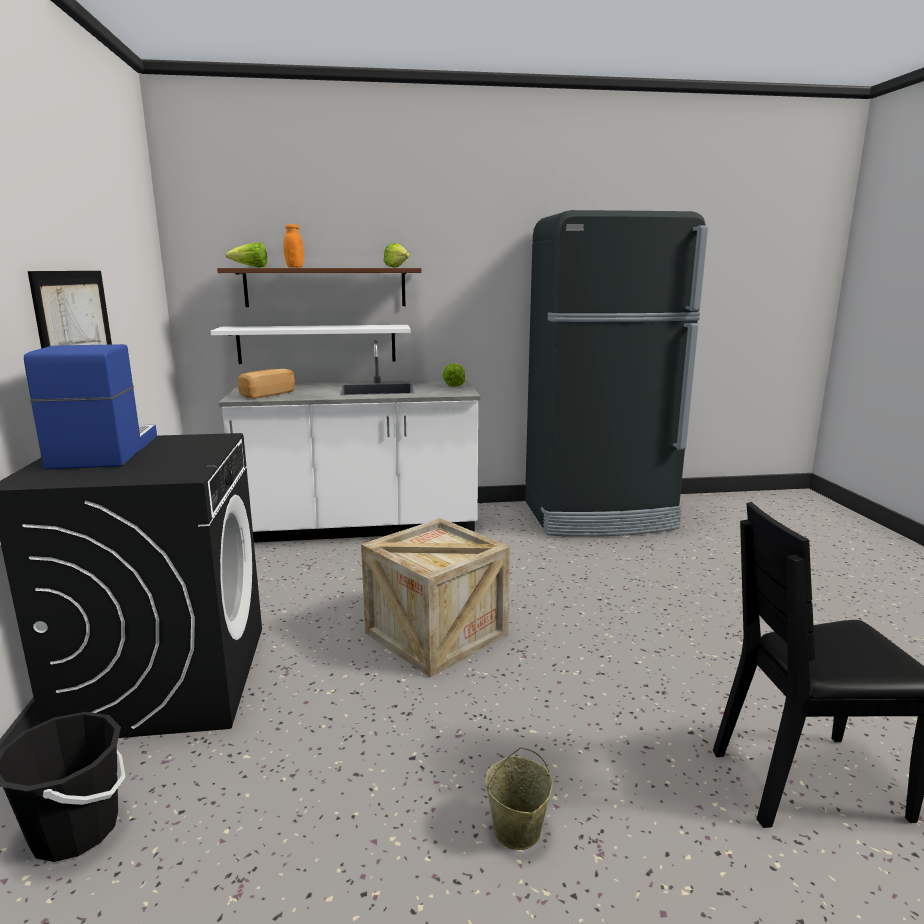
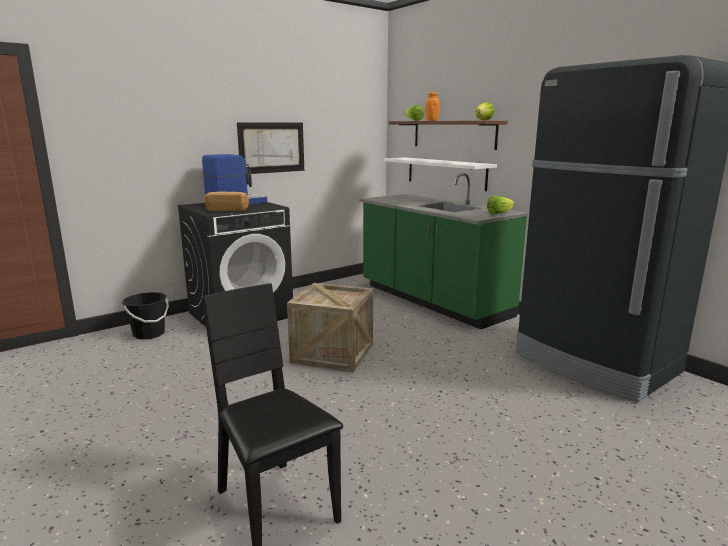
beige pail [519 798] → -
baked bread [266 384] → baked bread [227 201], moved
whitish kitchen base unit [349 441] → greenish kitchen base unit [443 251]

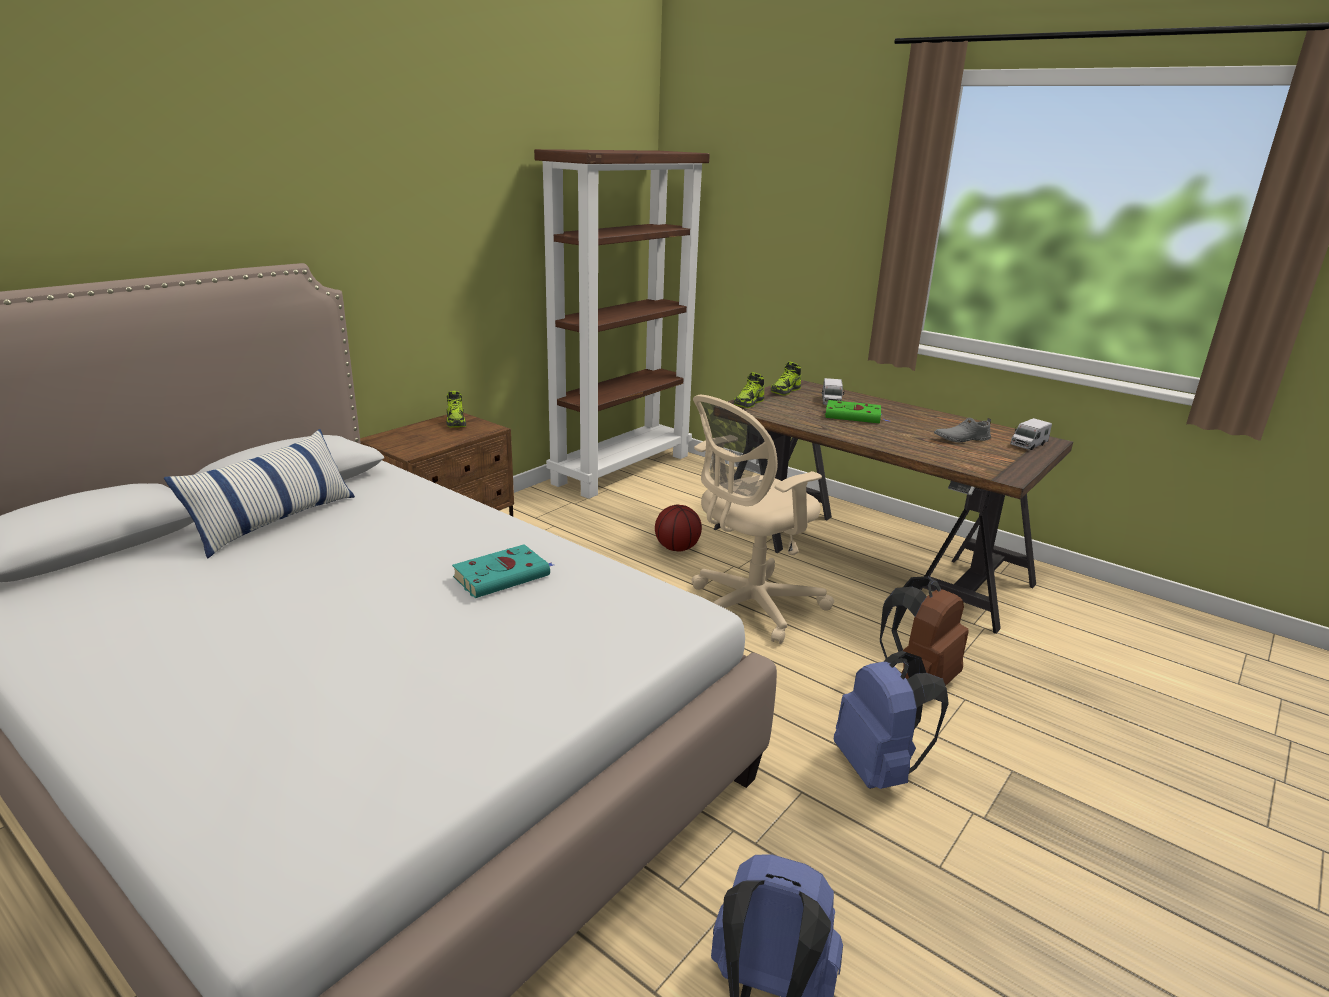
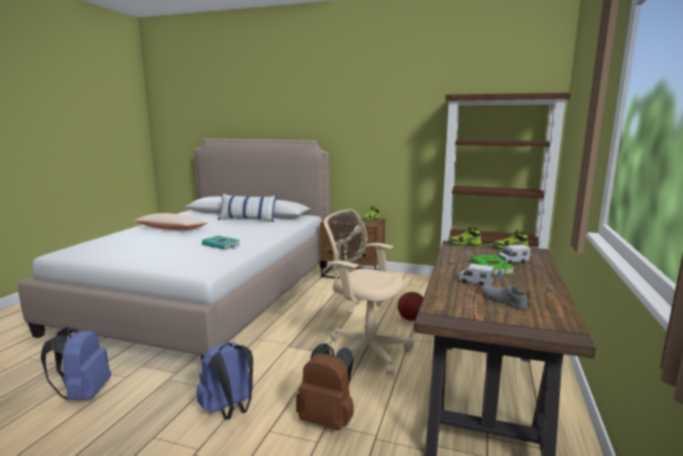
- → beige pillow [170 221]
toy lorry [1031 434] → toy lorry [476 274], moved

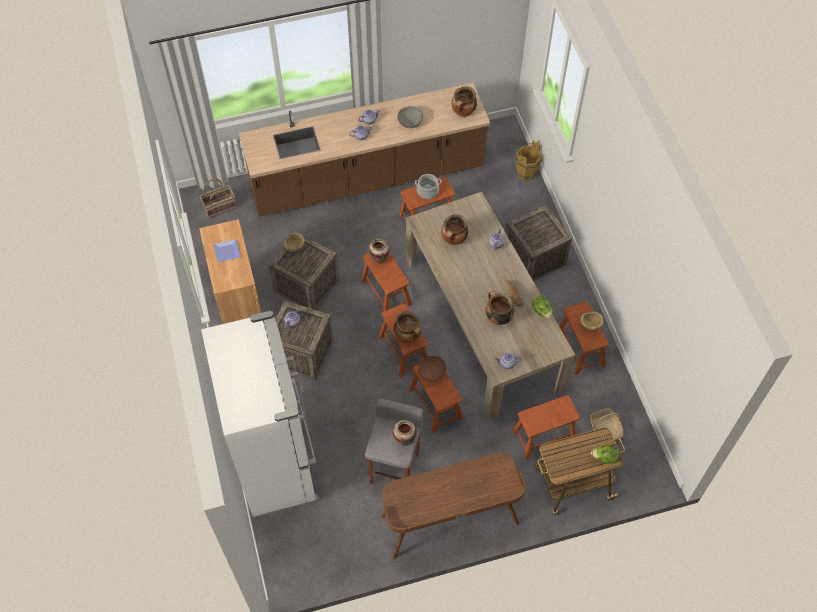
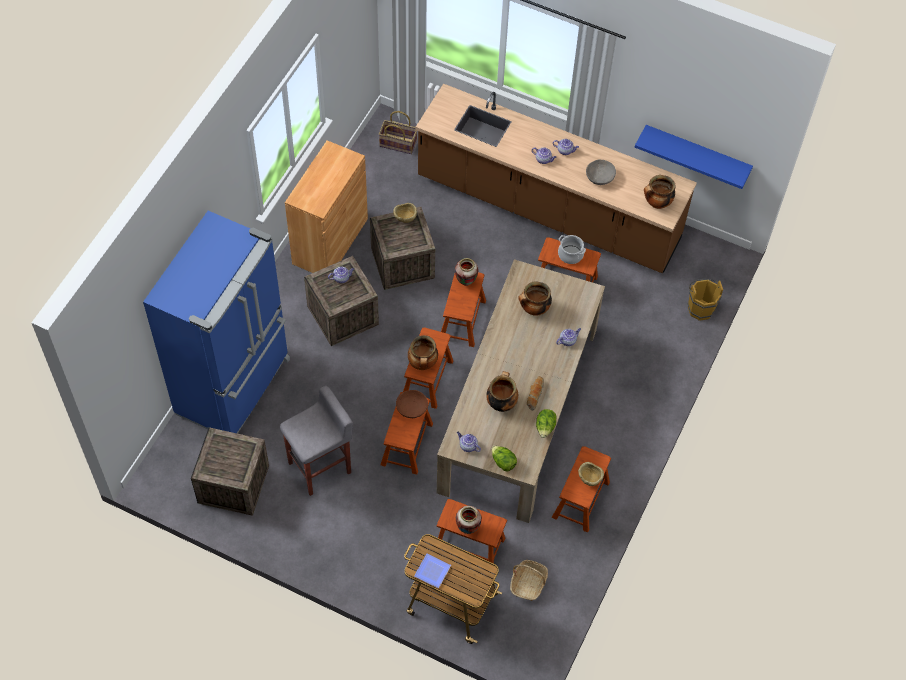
brown-coloured desk unit [453 506] → -
- → blue-coloured bracket shelf [694 157]
plate [227 250] → plate [432 571], moved
flower vase [405 433] → flower vase [469 520], moved
shipping crate [538 243] → shipping crate [230 471], moved
lettuce [605 454] → lettuce [504 458], moved
whitish refrigerator [260 414] → blue-coloured refrigerator [216 322]

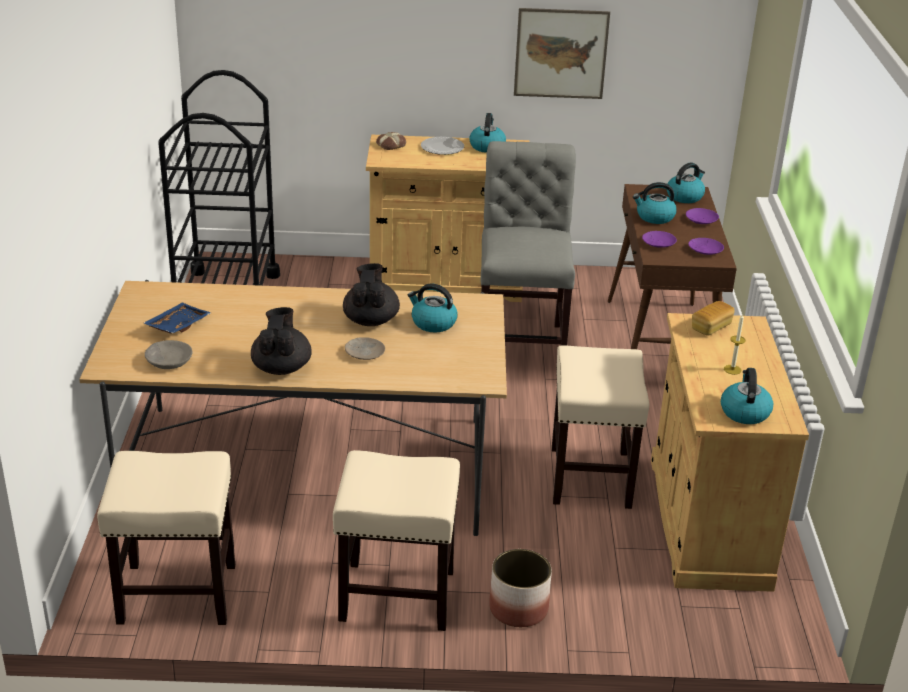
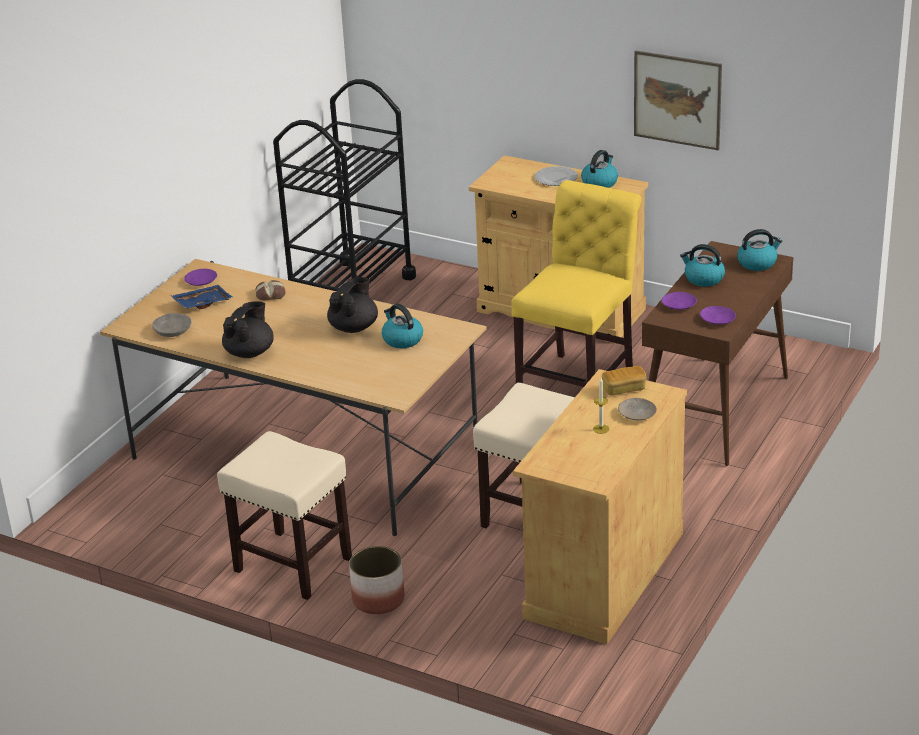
beige stool [166 538] → -
water kettle [747 396] → -
beige plate [365 348] → beige plate [637 409], moved
baked bread [391 141] → baked bread [270 290], moved
purple plate [702 216] → purple plate [200 277], moved
gray plain chair [528 243] → yellow-coloured plain chair [576 283]

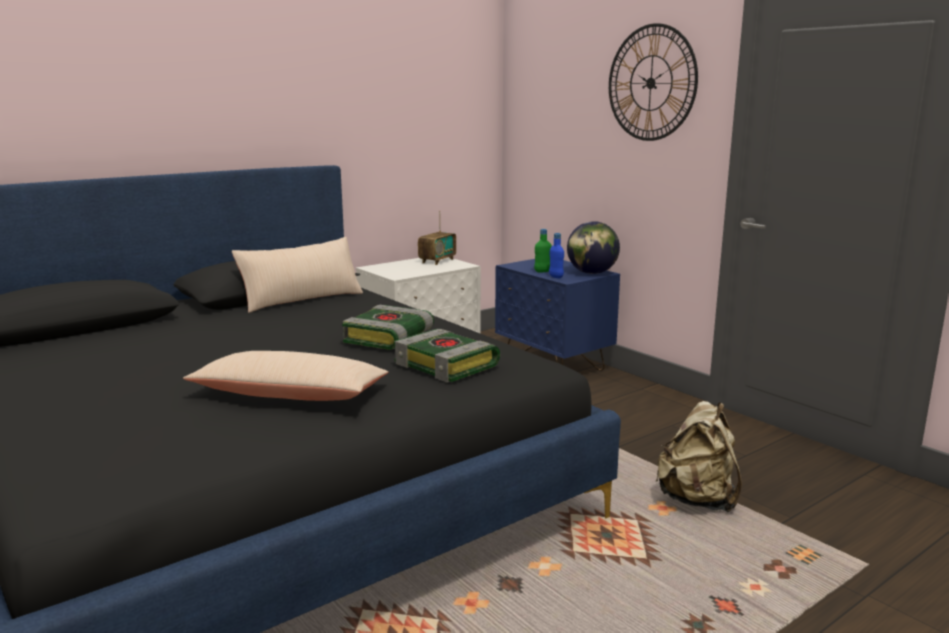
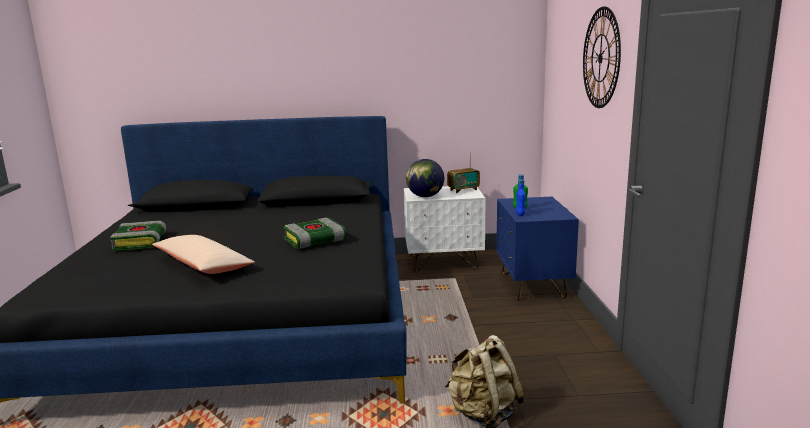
beige pillow [297 275] → -
book [447 355] → book [138 235], moved
world globe [593 247] → world globe [425 178], moved

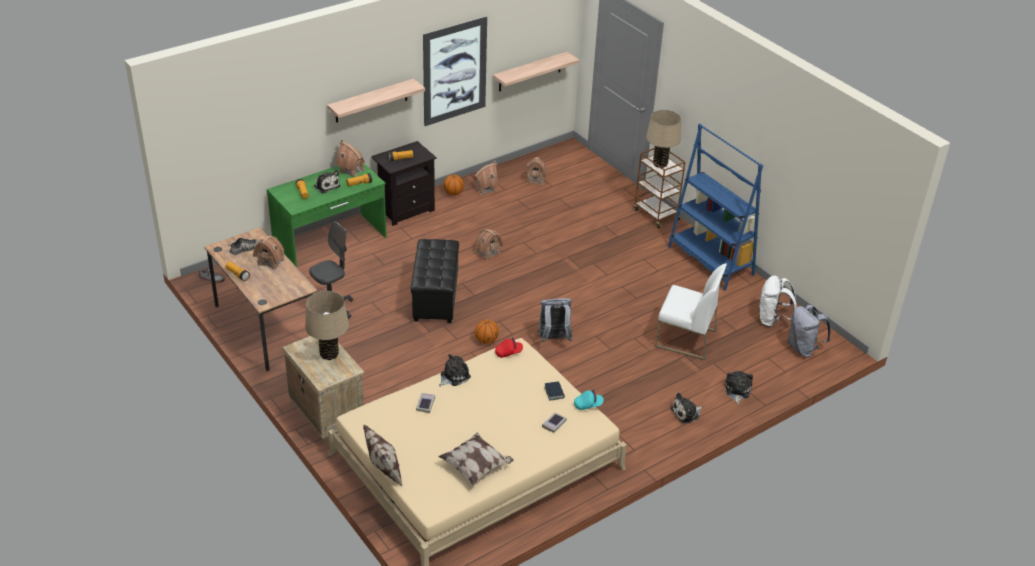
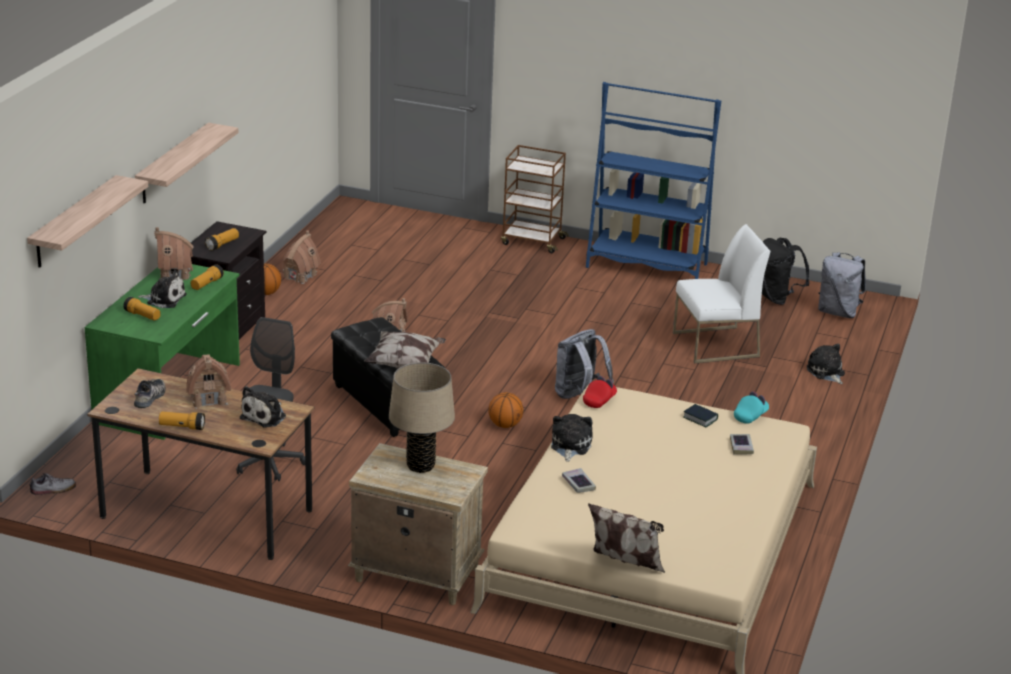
wall art [455 71] → -
toy house [535 171] → -
beige lamp for a table [663 139] → -
pillow [476 459] → pillow [405 350], moved
bracket shelf [536 71] → bracket shelf [87 221], moved
plush toy [686 408] → plush toy [263 407], moved
whitish knapsack [778 301] → blackish knapsack [785 271]

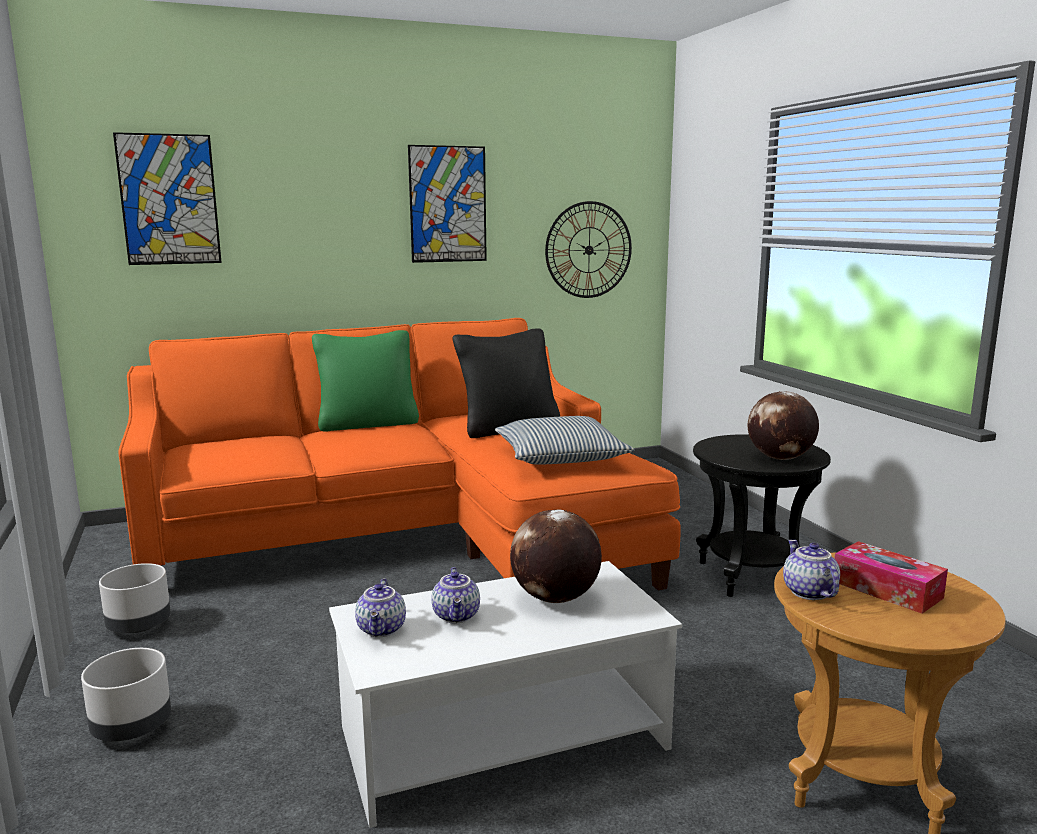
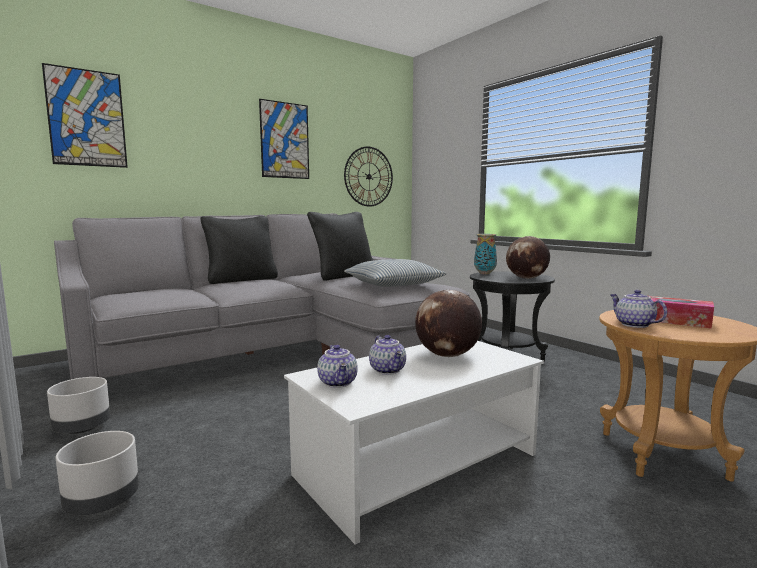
- → flower vase [485 254]
orangey settee [399 454] → gray settee [262 296]
greenish pillow [365 381] → blackish pillow [239 250]

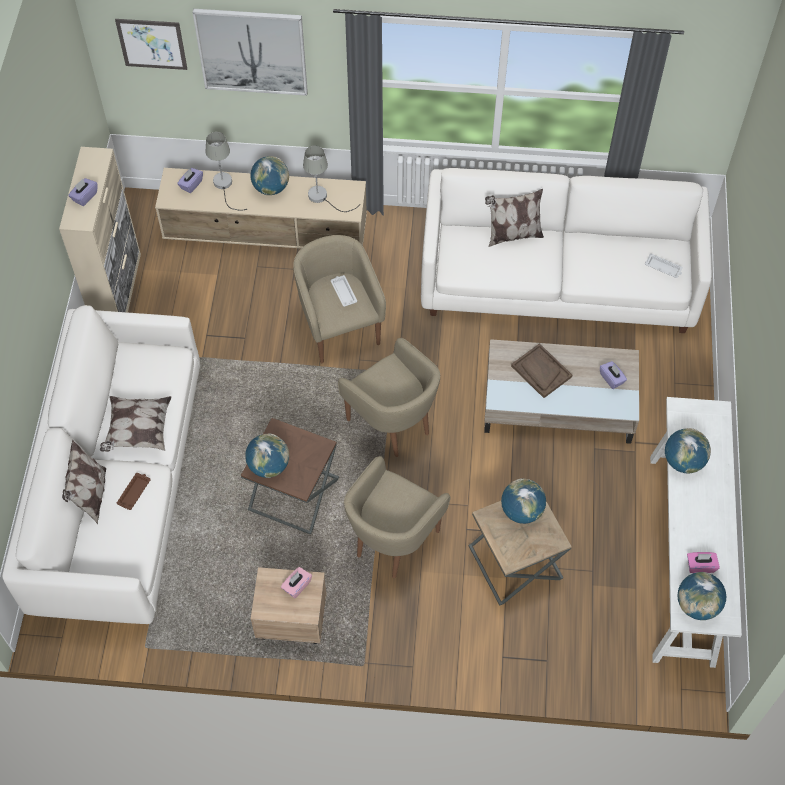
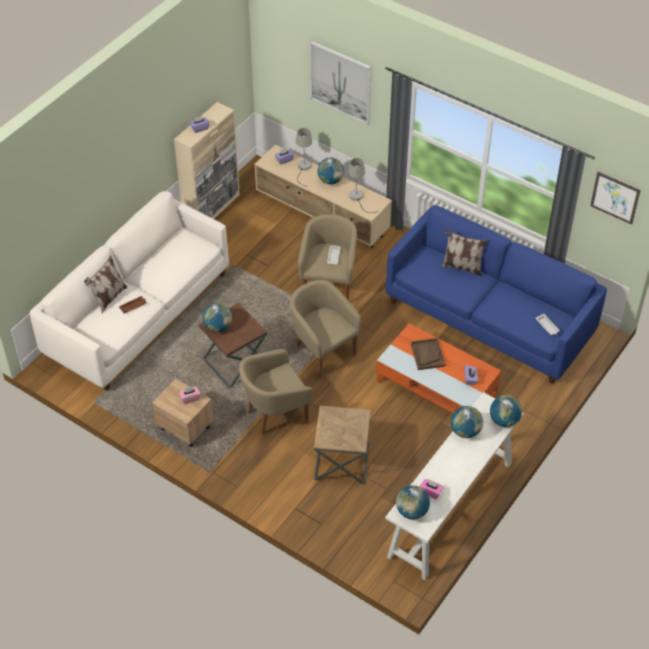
pillow [135 424] → -
wall art [151 44] → wall art [615 198], moved
world globe [523 501] → world globe [506 411], moved
whitish settee [566 250] → blue-coloured settee [496 294]
beige coffee table [561 391] → orangey coffee table [438 368]
beige lounge chair [389 397] → beige lounge chair [325 328], 150 degrees clockwise

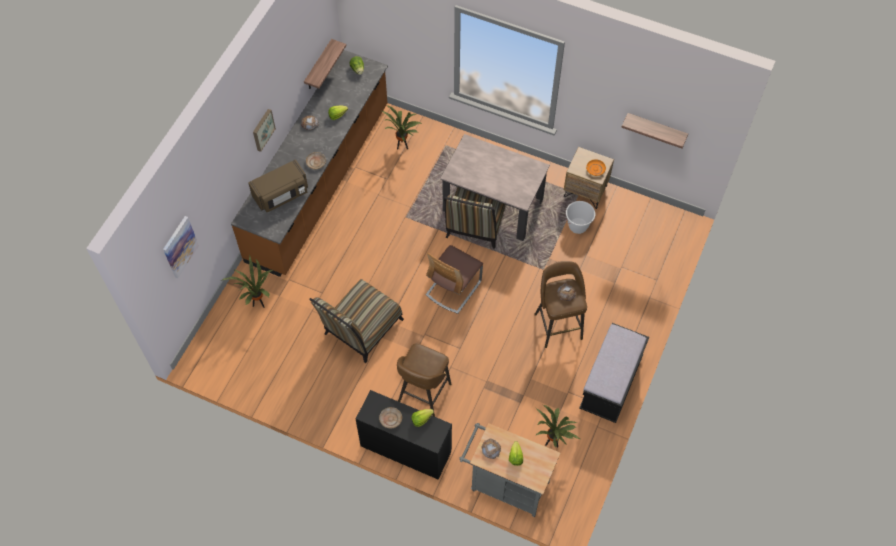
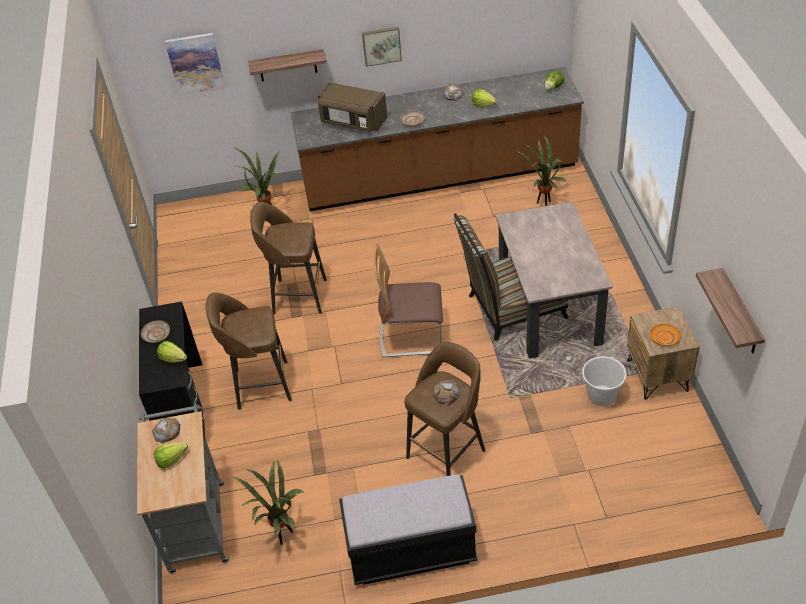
bracket shelf [325 64] → bracket shelf [287 65], moved
plain chair [356 321] → brown-coloured stool [288 258]

